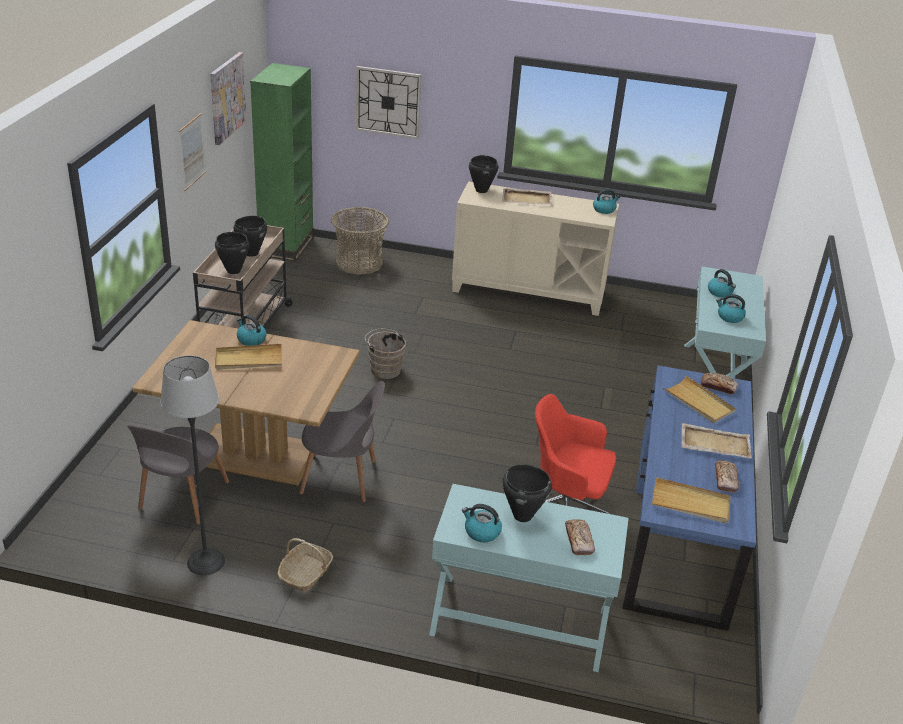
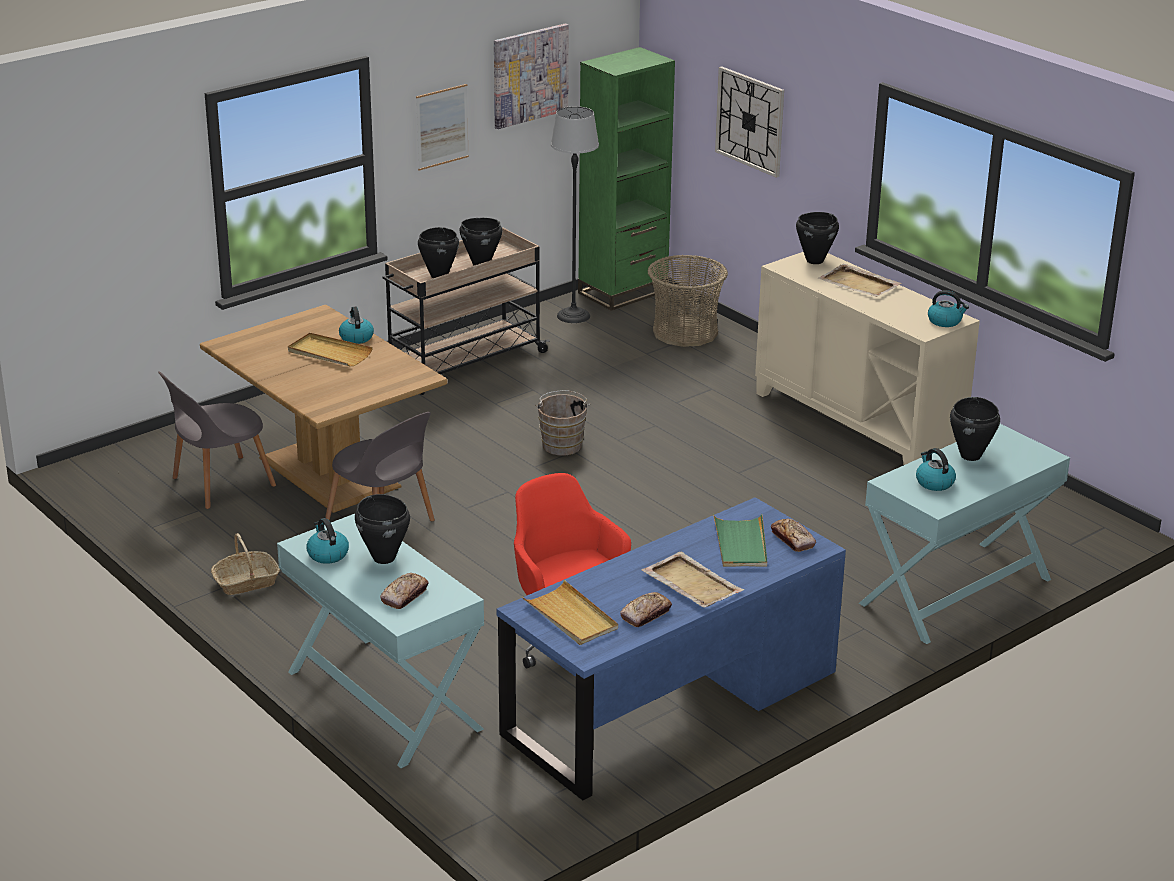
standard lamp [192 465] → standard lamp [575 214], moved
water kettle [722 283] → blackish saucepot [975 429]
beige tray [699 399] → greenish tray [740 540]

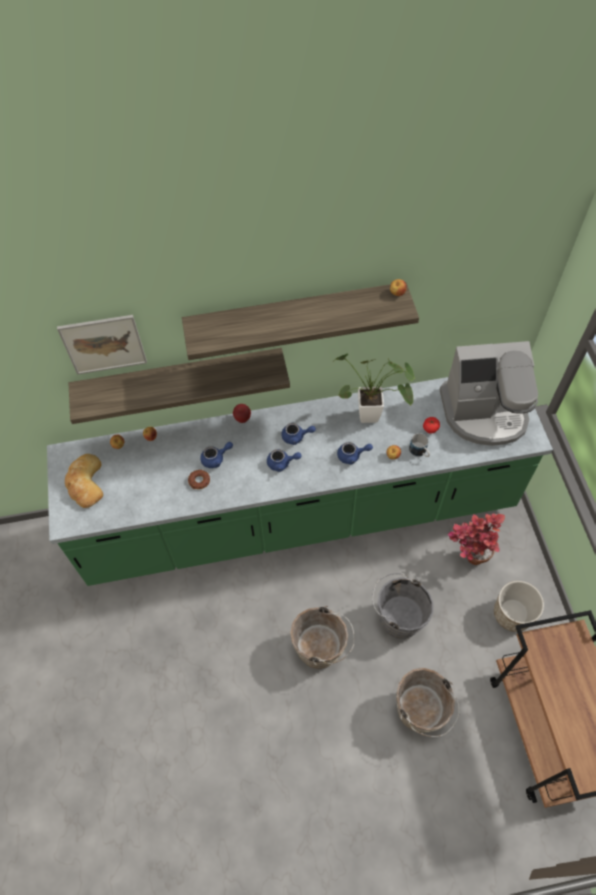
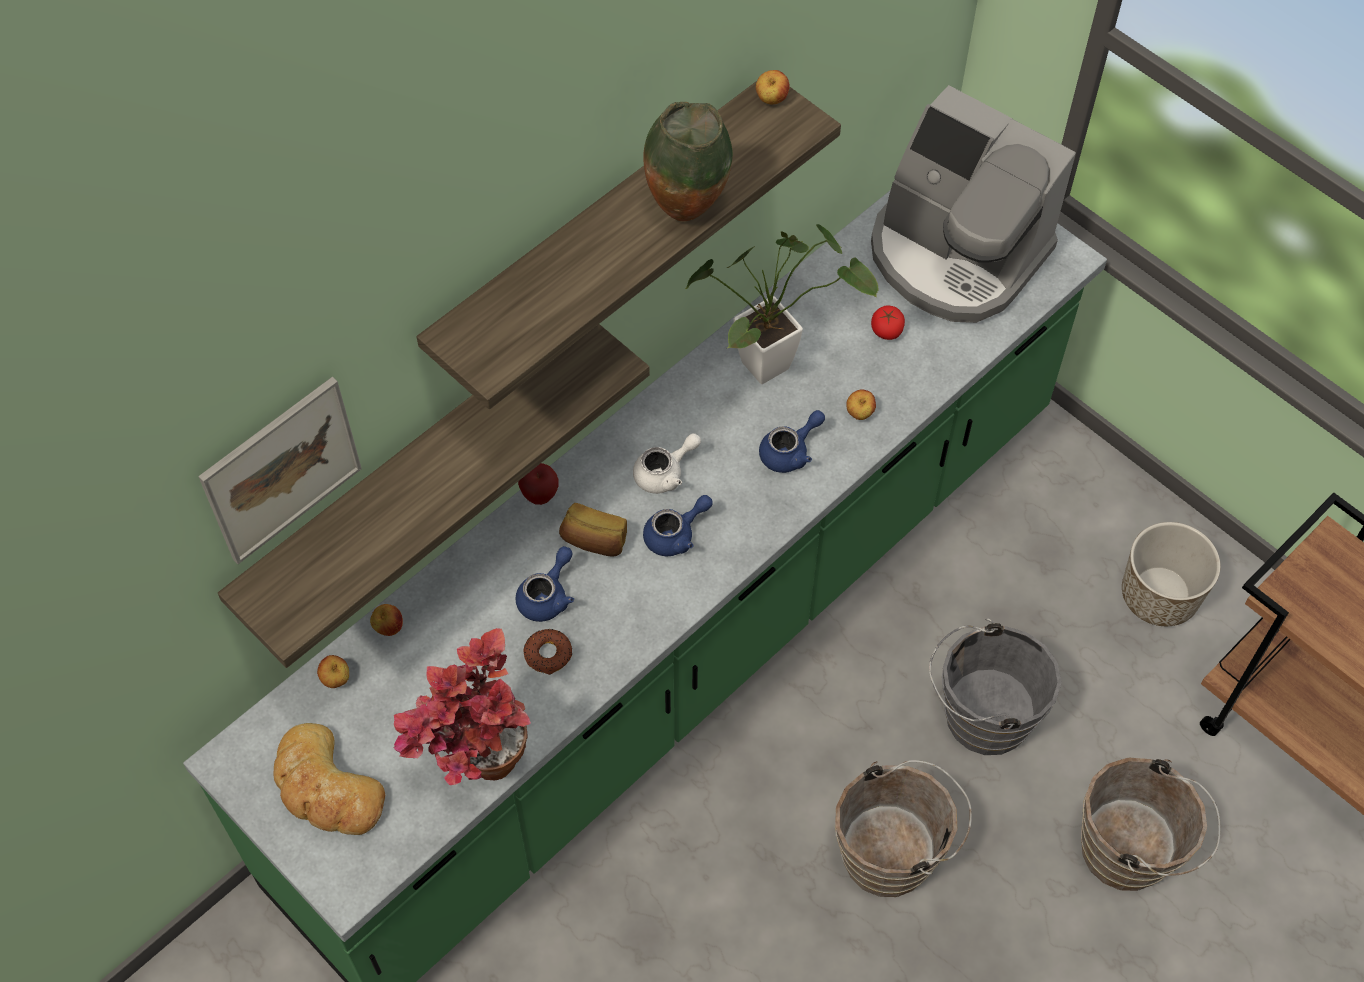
coffee mug [419 445] → -
- → baked bread [593 530]
- → flower vase [688 161]
potted plant [476 539] → potted plant [462 706], moved
blue-coloured pot for tea [298 434] → whitish pot for tea [667 463]
coffee brewer [489 393] → coffee brewer [973 204], 75 degrees clockwise

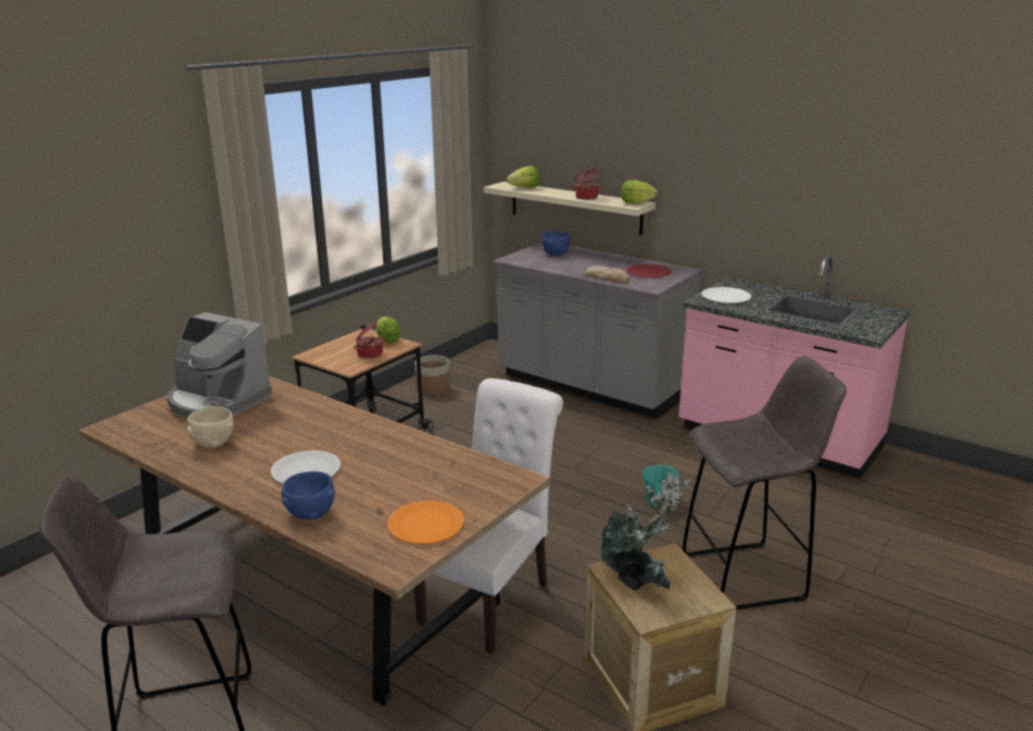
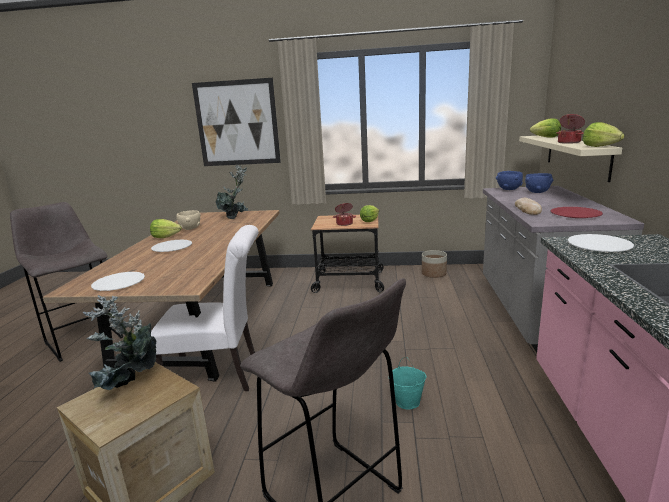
- → lettuce [166 228]
- → wall art [236 122]
blue-coloured serving bowl [308 495] → blue-coloured serving bowl [509 180], moved
coffee brewer [219 365] → potted plant [231 192]
orangey plate [425 522] → whitish plate [118 281]

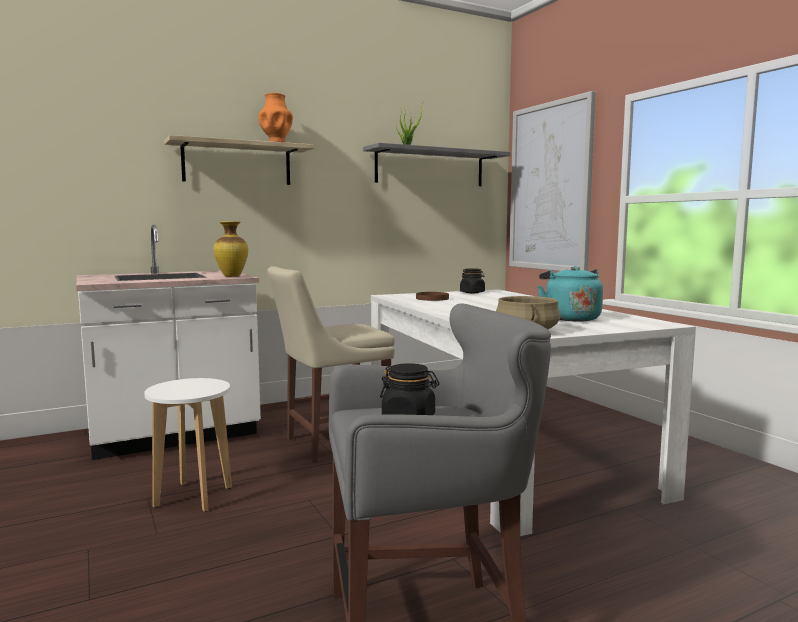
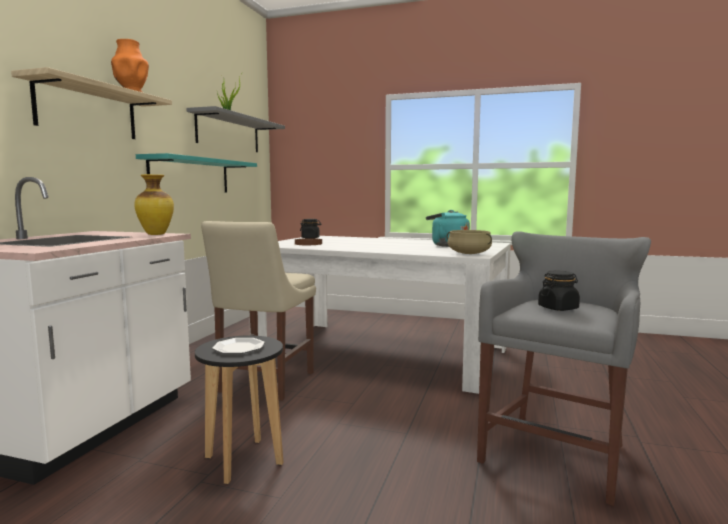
wall art [552 181] → -
- → turquoise-coloured bracket shelf [196 173]
- → plate [238 346]
whitish stool [188 445] → blackish stool [239 409]

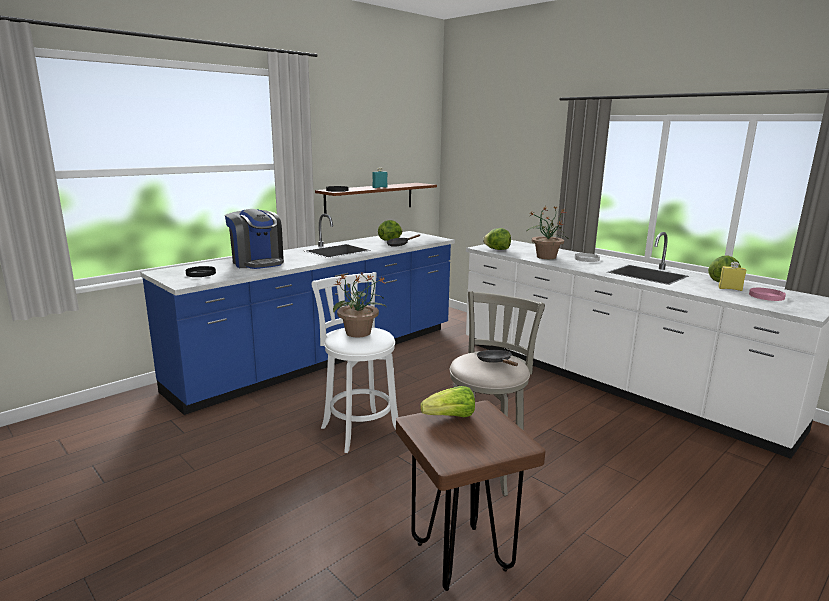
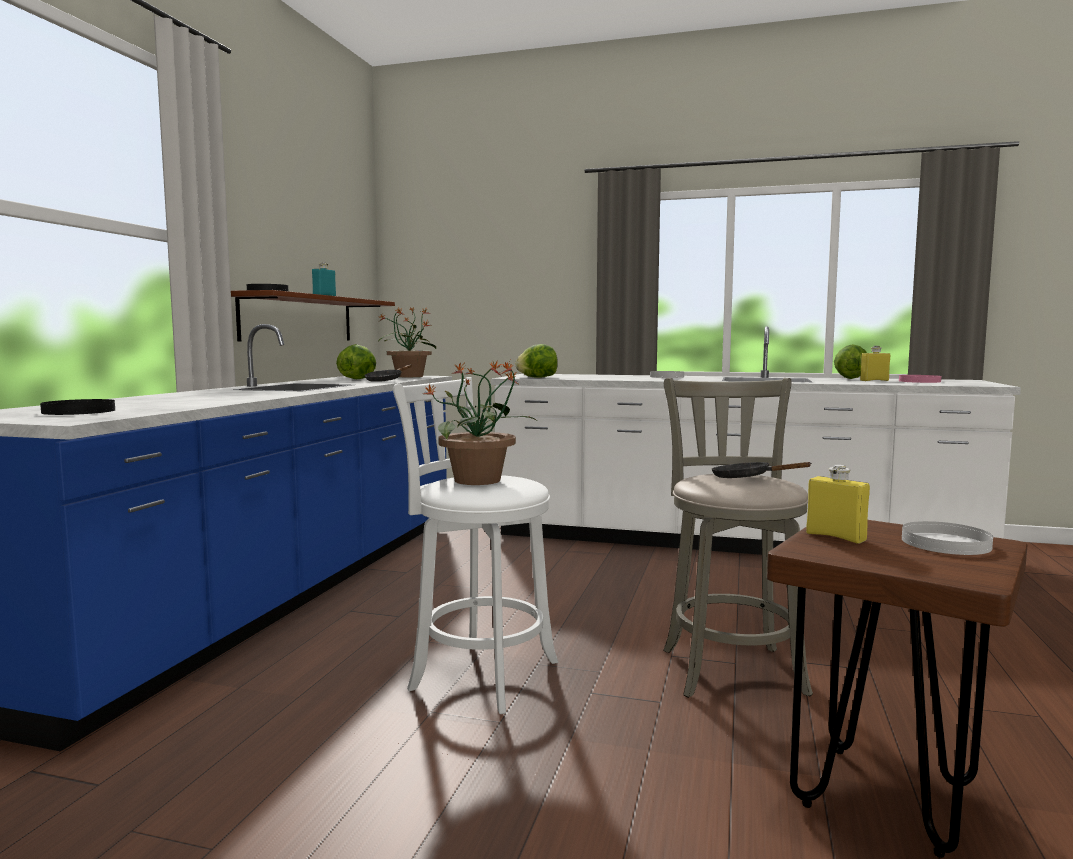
coffee brewer [254 239] → -
- → whitish plate [947 538]
potted plant [547 232] → potted plant [407 342], moved
lettuce [448 401] → yellow-coloured drink bottle [838 504]

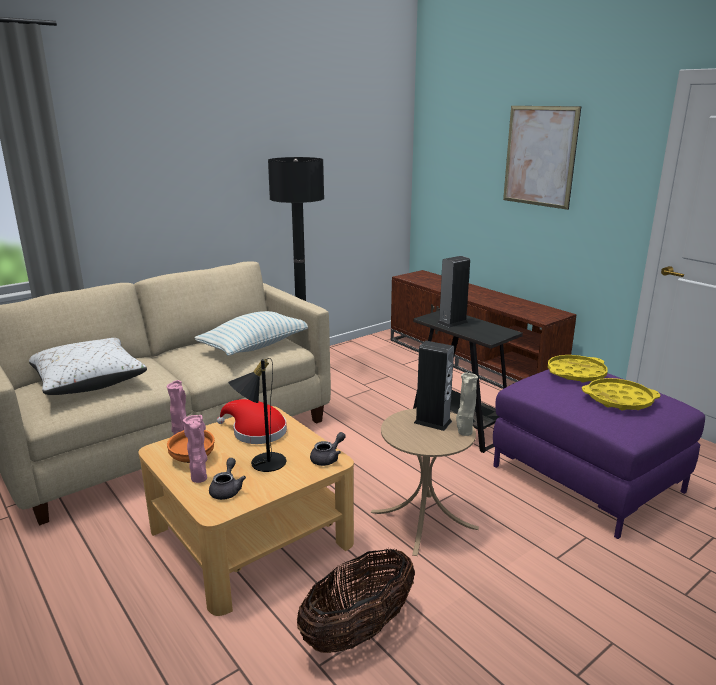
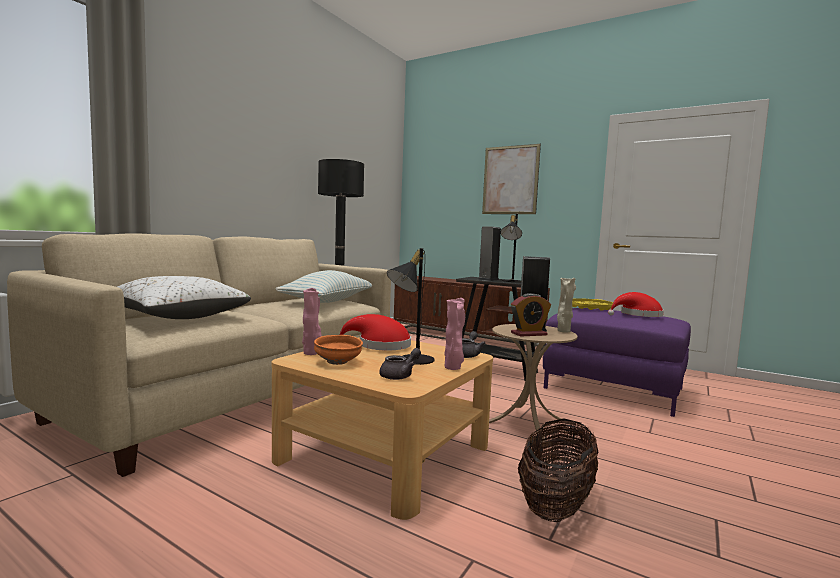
- → blackish lamp for a table [511 248]
- → table clock [531 315]
pinkish flower vase [195 449] → pinkish flower vase [454 334], moved
yellow-coloured tray [621 394] → reddish wearable hat [636 304]
gray pot for tea [227 479] → gray pot for tea [400 364], 60 degrees clockwise

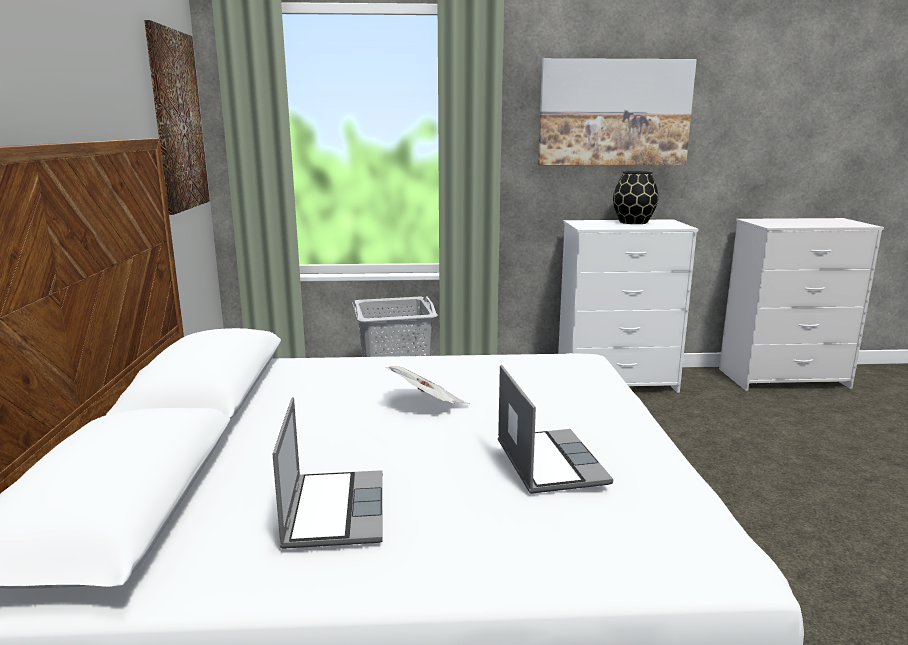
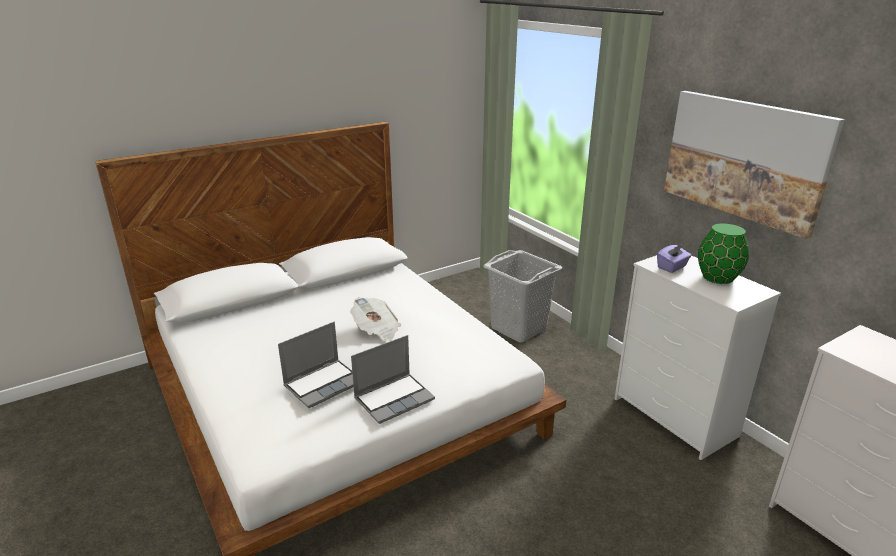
wall art [177 117] → -
- → purple tissue box [674 258]
laptop [328 473] → laptop [393 379], moved
blackish flower vase [635 197] → greenish flower vase [723 253]

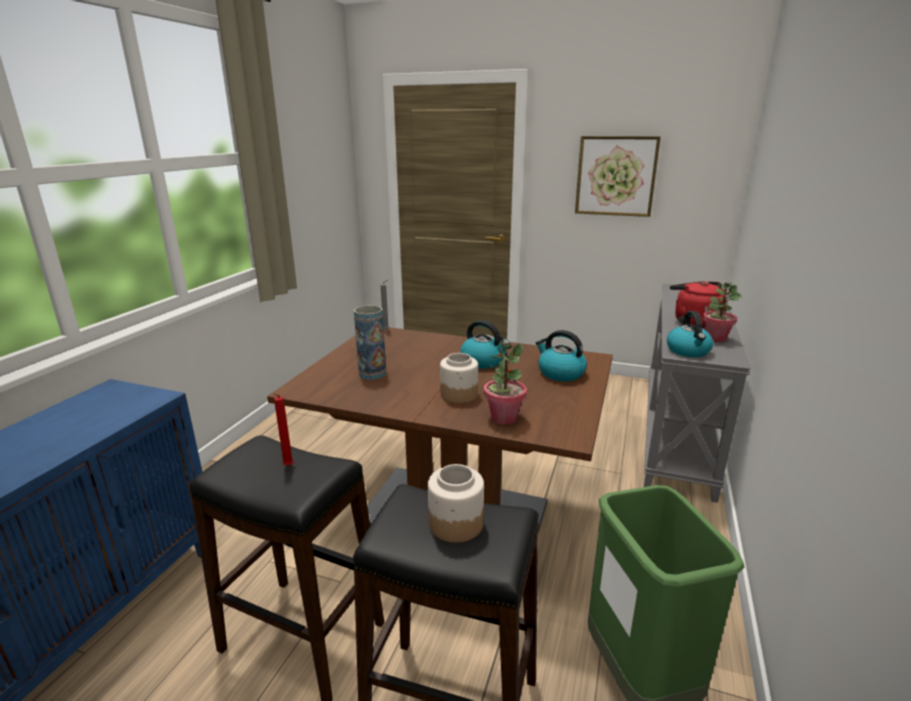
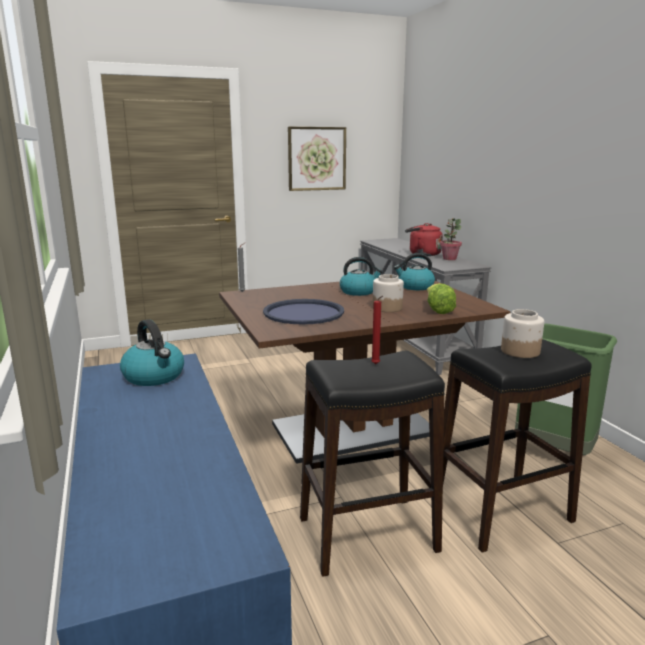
water kettle [690 334] → water kettle [152 353], moved
flower vase [370 342] → blue-coloured tray [303 311]
potted plant [505 383] → lettuce [441 298]

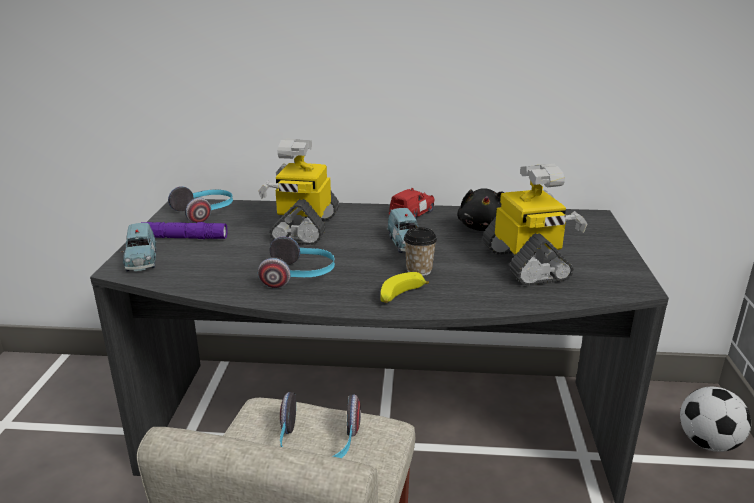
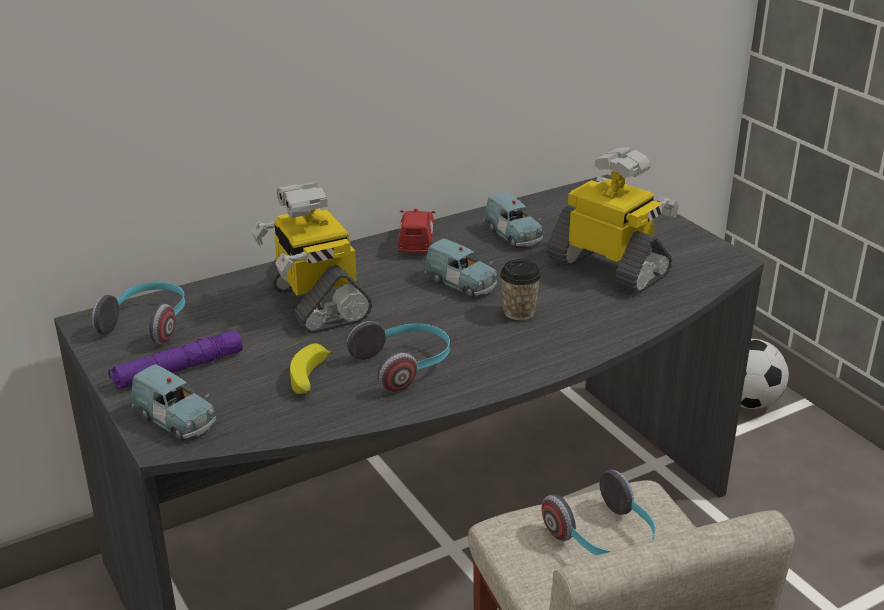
whole banana [404 287] → whole banana [311 369], moved
blackish plush toy [480 209] → blue-coloured miniature car [513 220]

